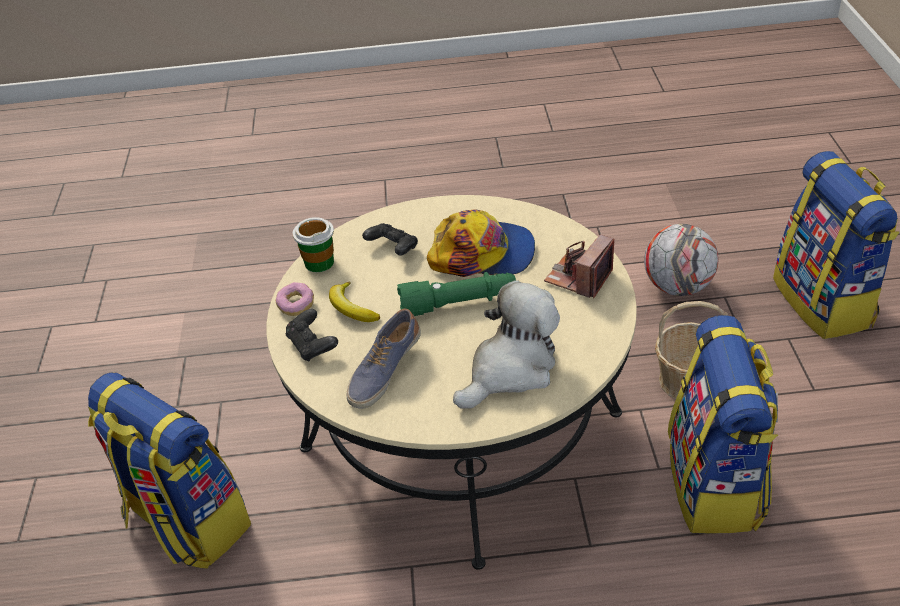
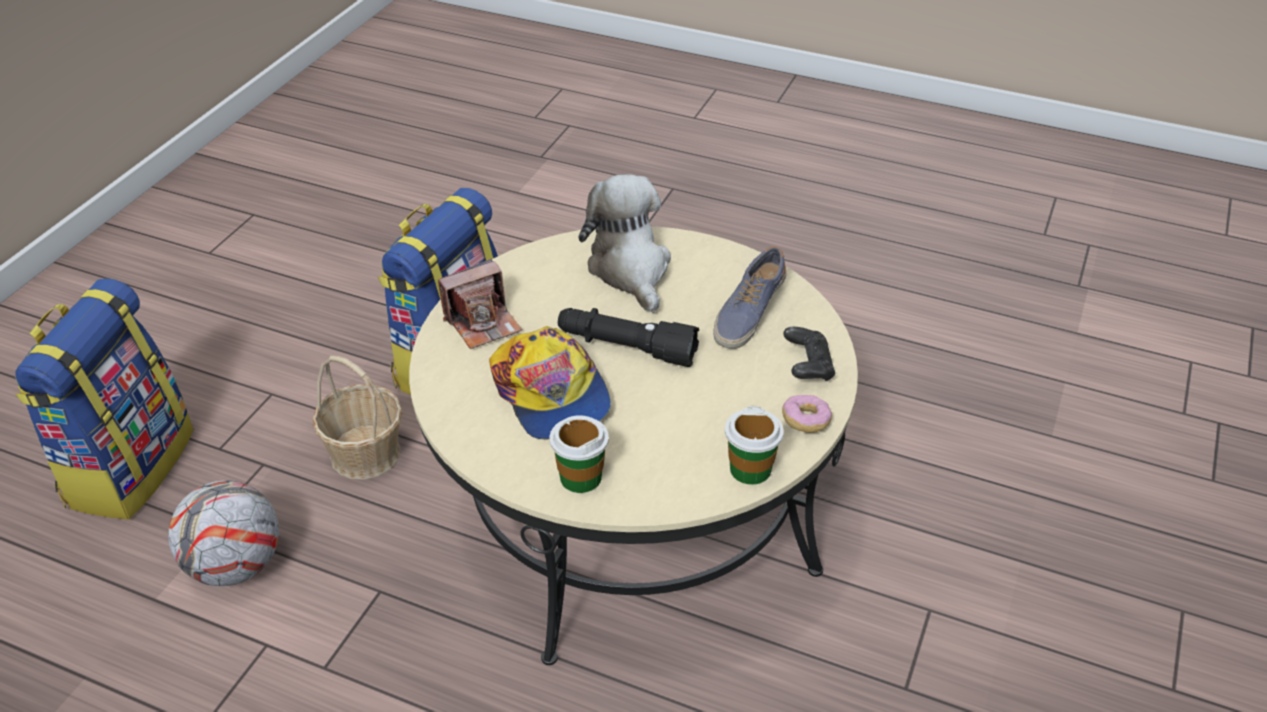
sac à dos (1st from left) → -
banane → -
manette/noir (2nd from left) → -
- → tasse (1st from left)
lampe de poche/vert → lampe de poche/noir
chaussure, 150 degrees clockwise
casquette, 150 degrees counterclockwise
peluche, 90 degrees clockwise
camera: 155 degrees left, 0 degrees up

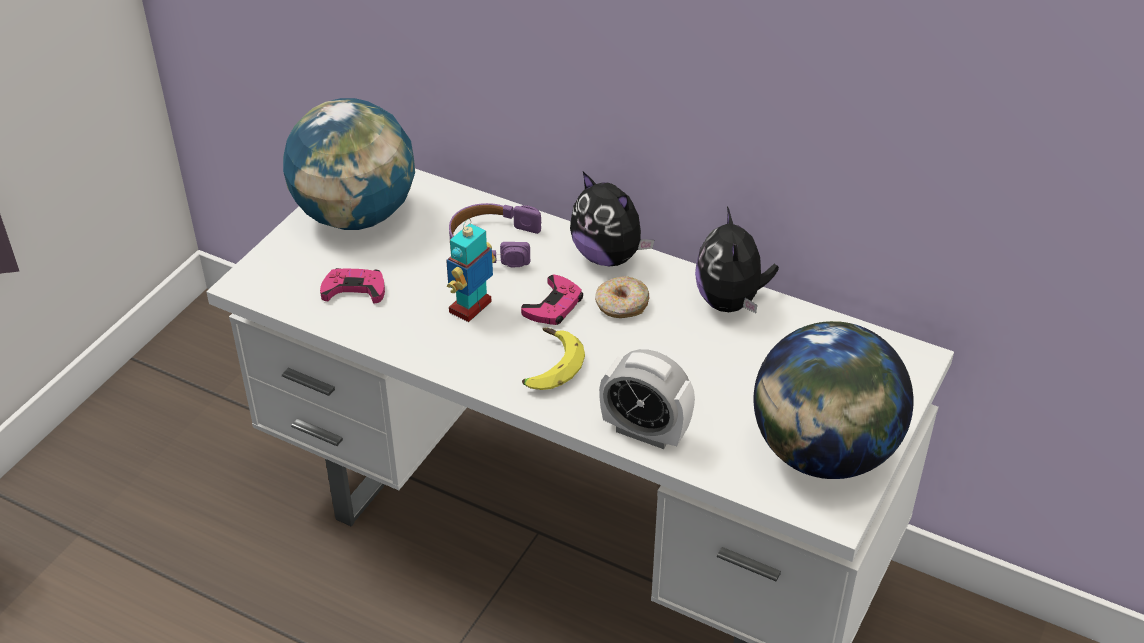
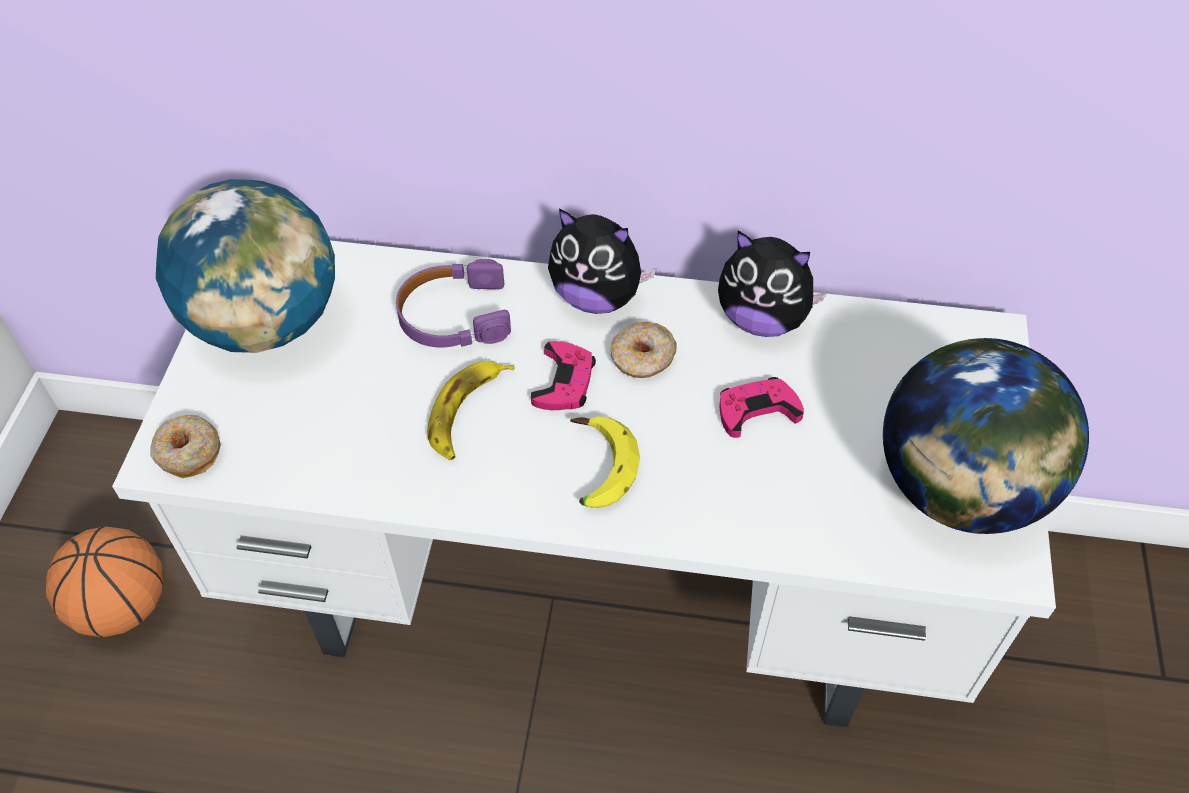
réveil → -
- → ballon de basket
- → beignet (1st from left)
manette/rose (1st from left in the first image) → manette/rose (2nd from left), moved
robot jouet → banane (1st from left)
peluche (2nd from left), 45 degrees counterclockwise
camera: 20 degrees left, 10 degrees up

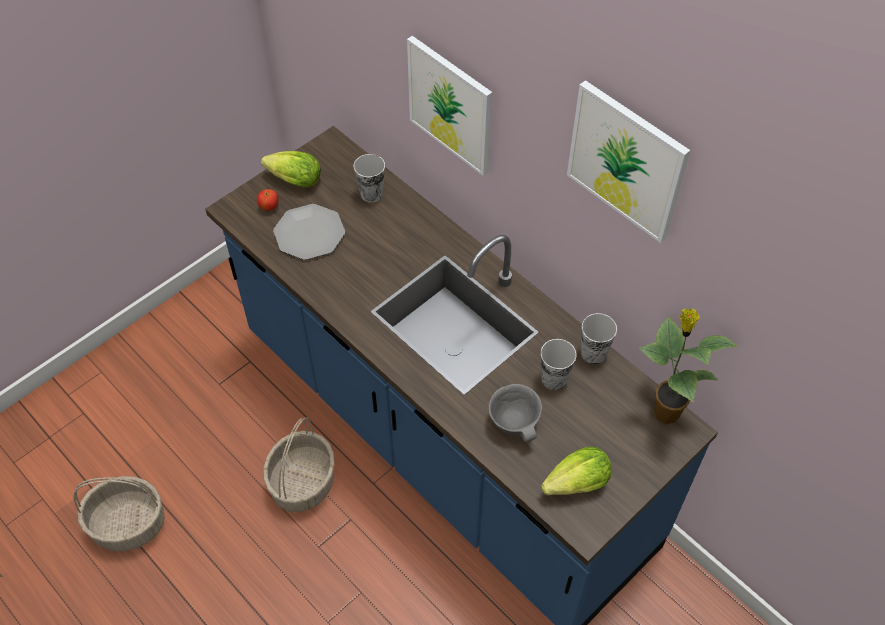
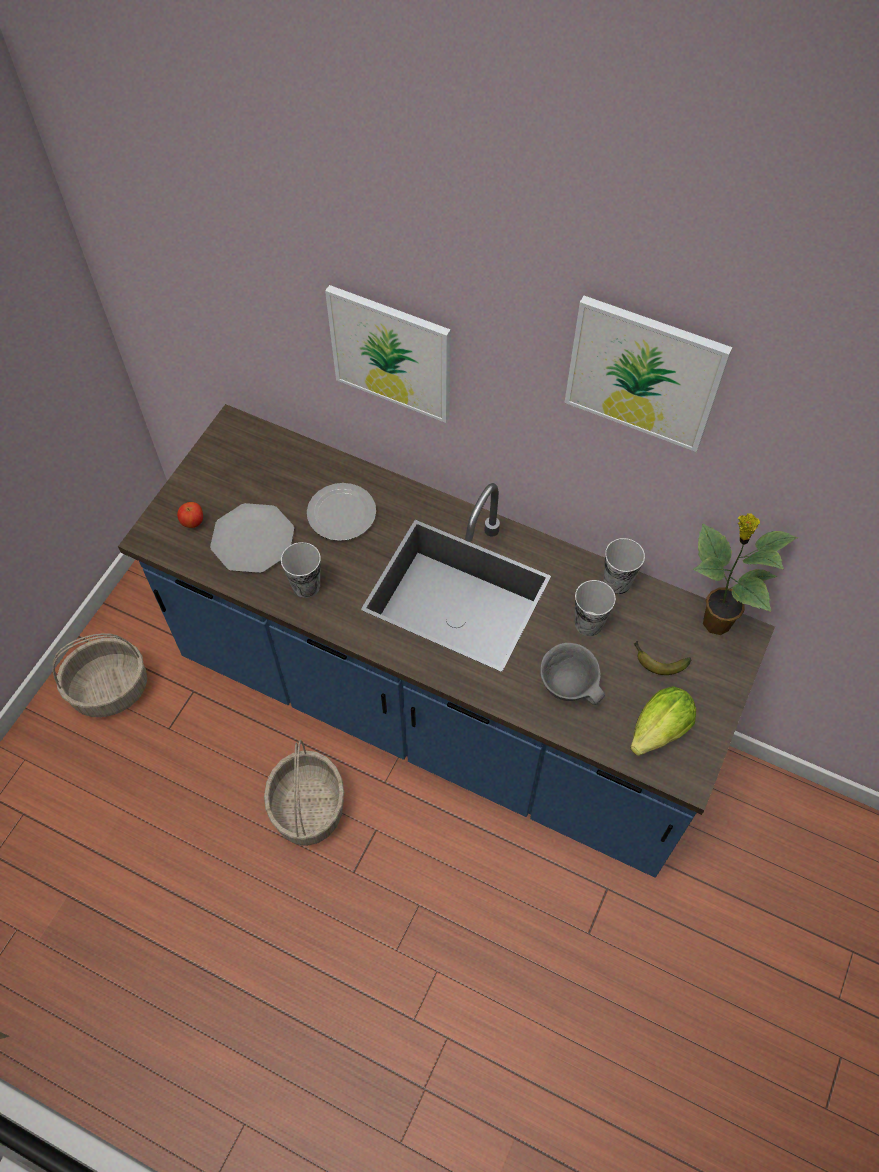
laitue (1st from left) → -
- → assiette (2nd from left)
- → banane
panier (1st from left), moved
tasse (1st from left), moved
camera: 20 degrees left, 5 degrees up

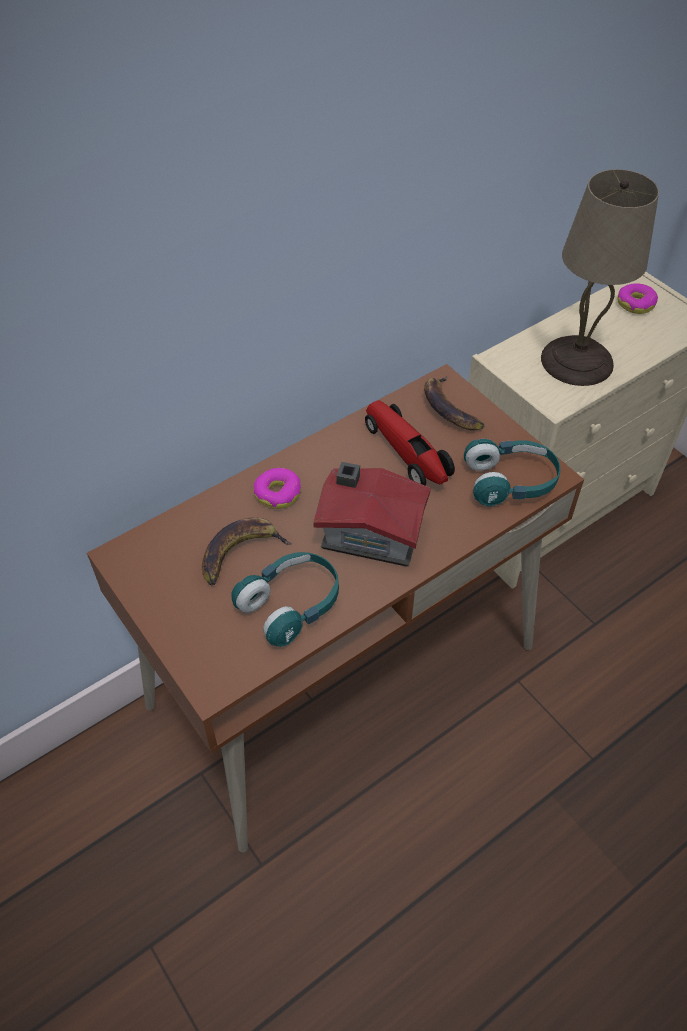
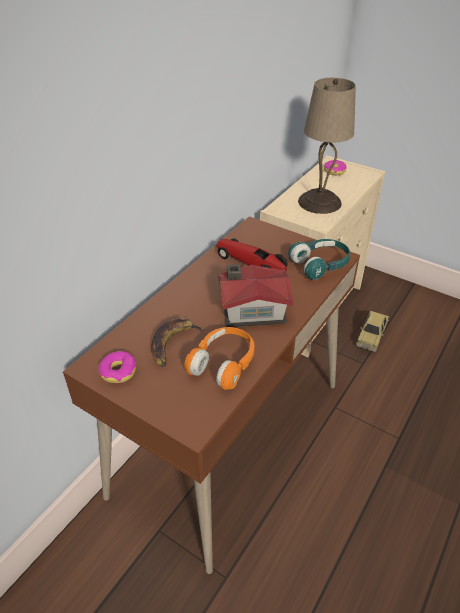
banane (2nd from left) → -
- → petite voiture (2nd from left)
beignet (1st from left), moved
casque audio/turquoise (1st from left) → casque audio/orange
camera: 20 degrees left, 10 degrees down

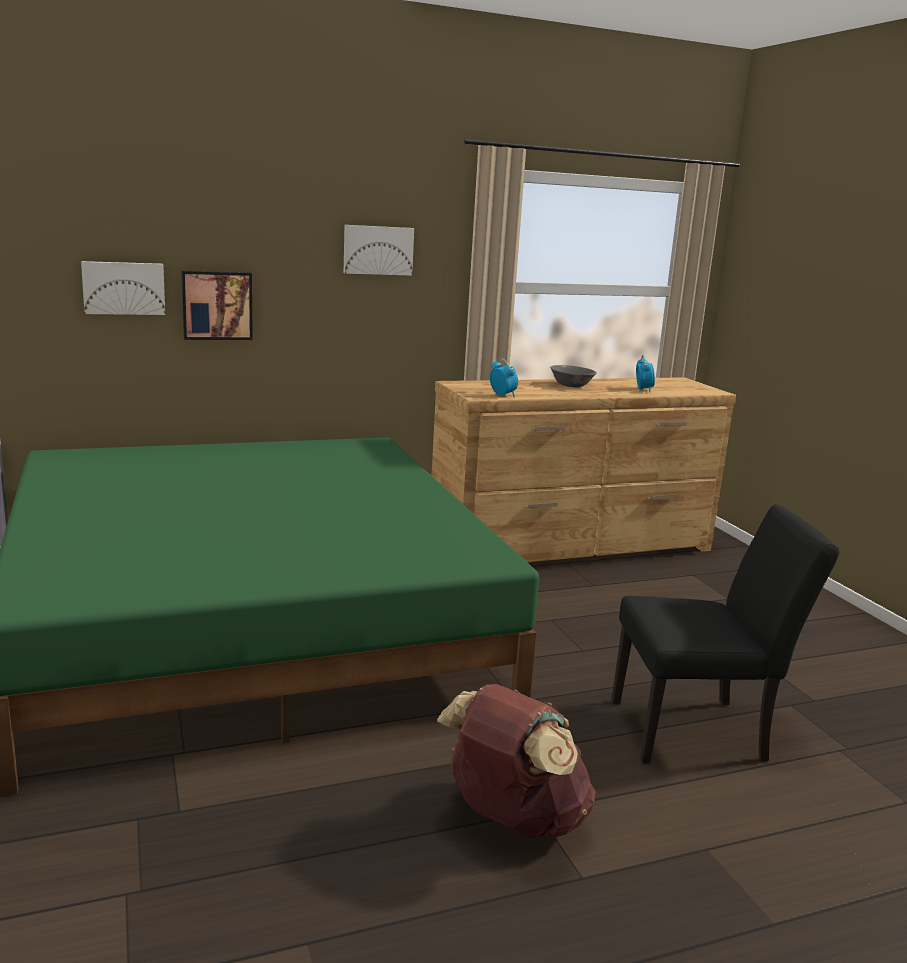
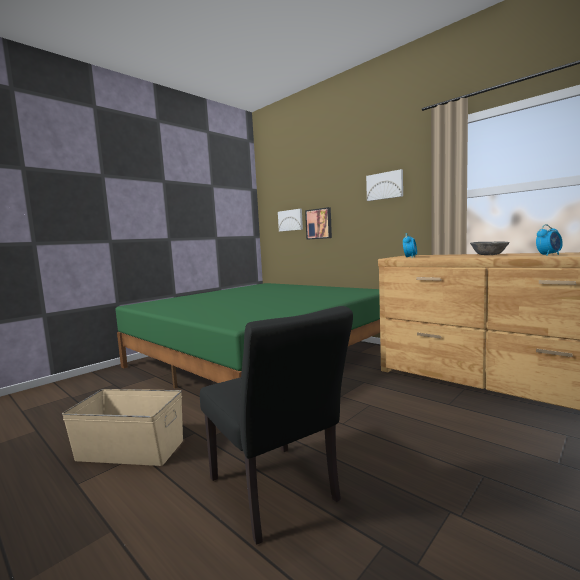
sac à dos/marron → boîte de rangement/beige
camera: 65 degrees right, 10 degrees down

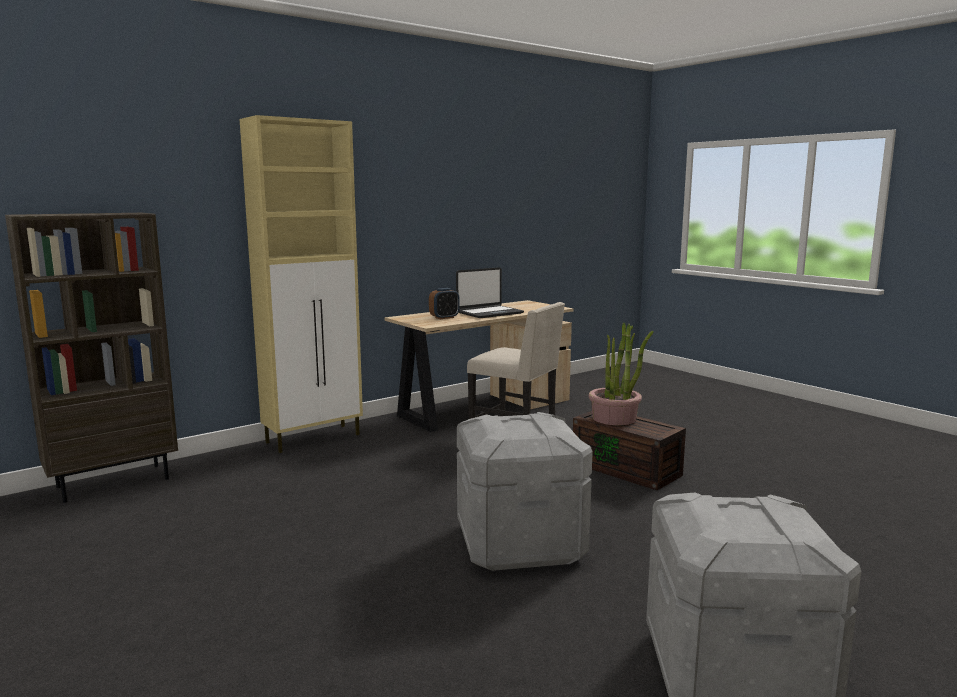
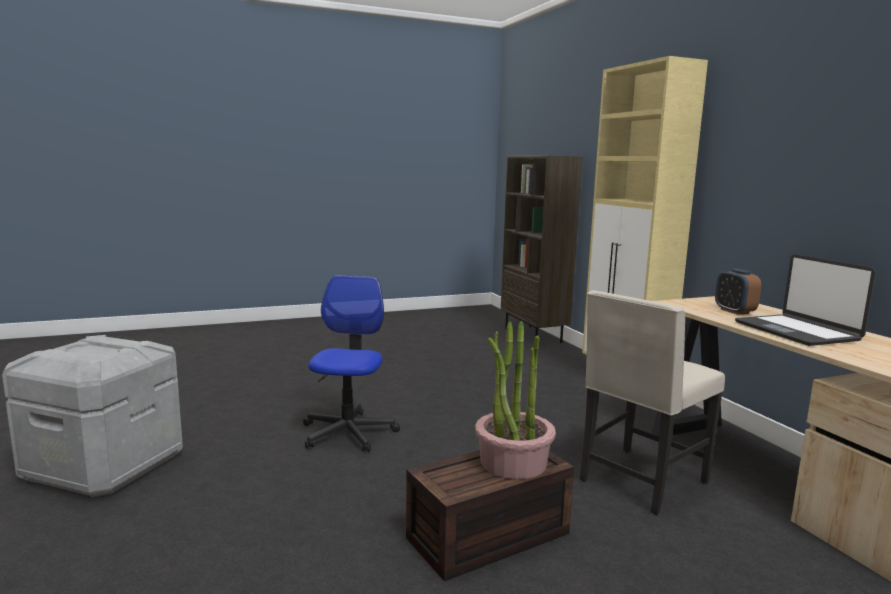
boîte de rangement/gris (1st from left) → chaise de bureau
camera: 105 degrees right, 0 degrees up

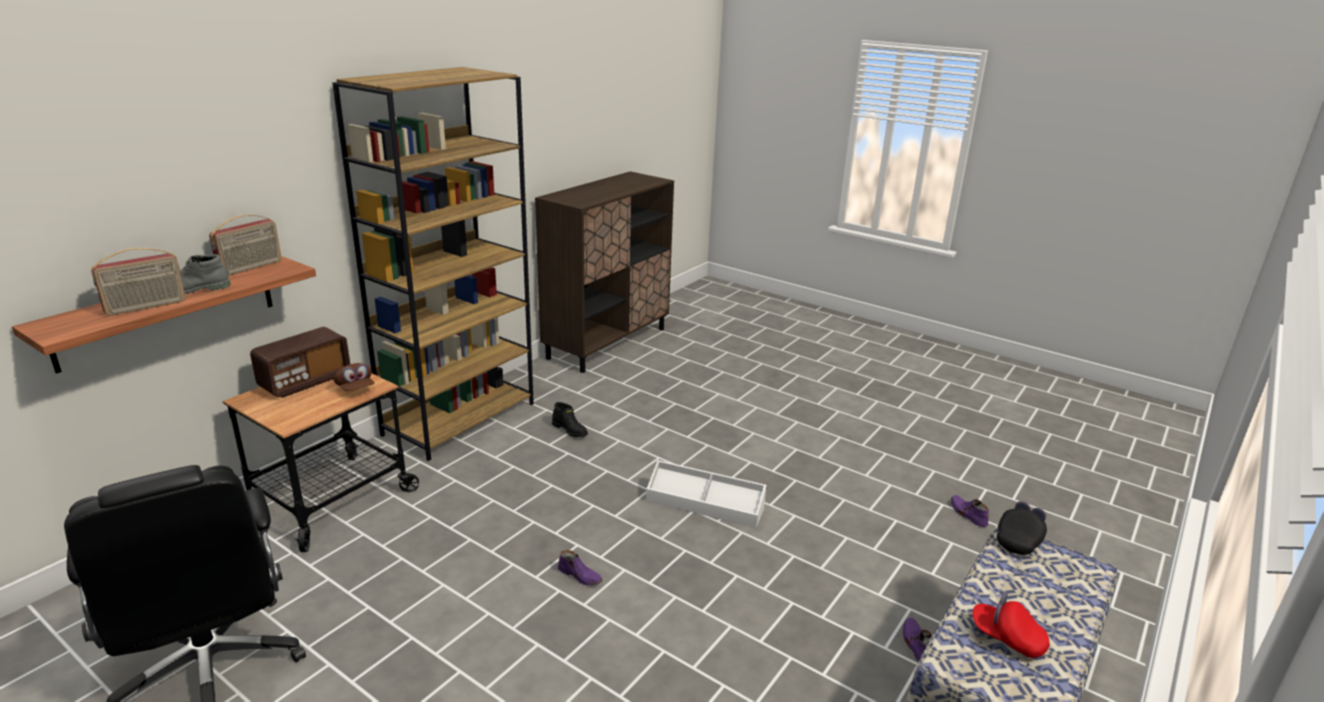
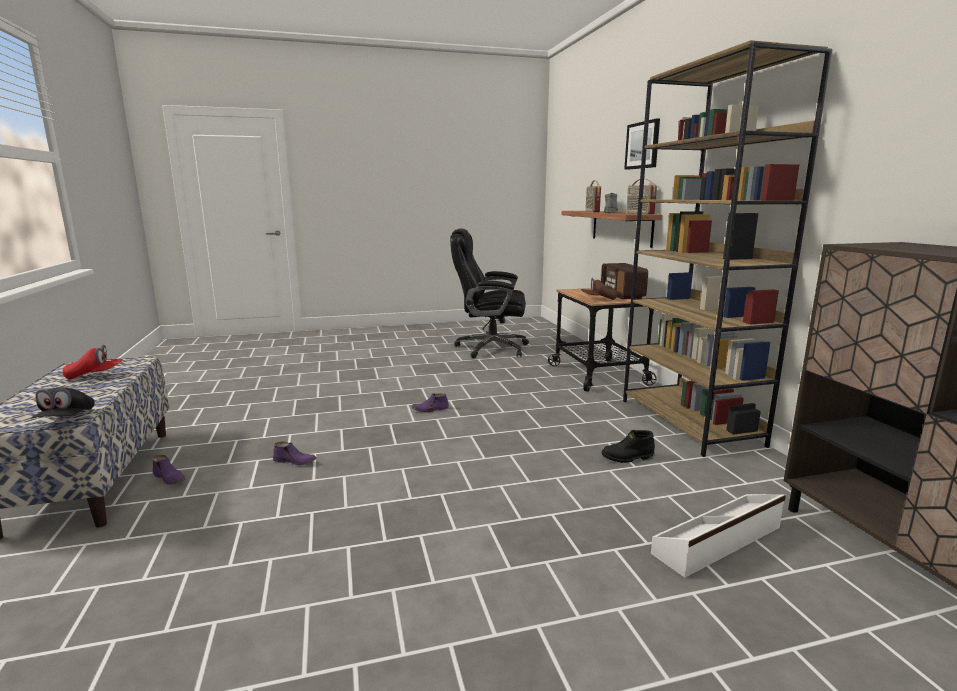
- → tableau
boîte de rangement/blanc, moved
chaussure/violet (3rd from left in the first image) → chaussure/violet (2nd from left), moved
camera: 130 degrees right, 10 degrees down

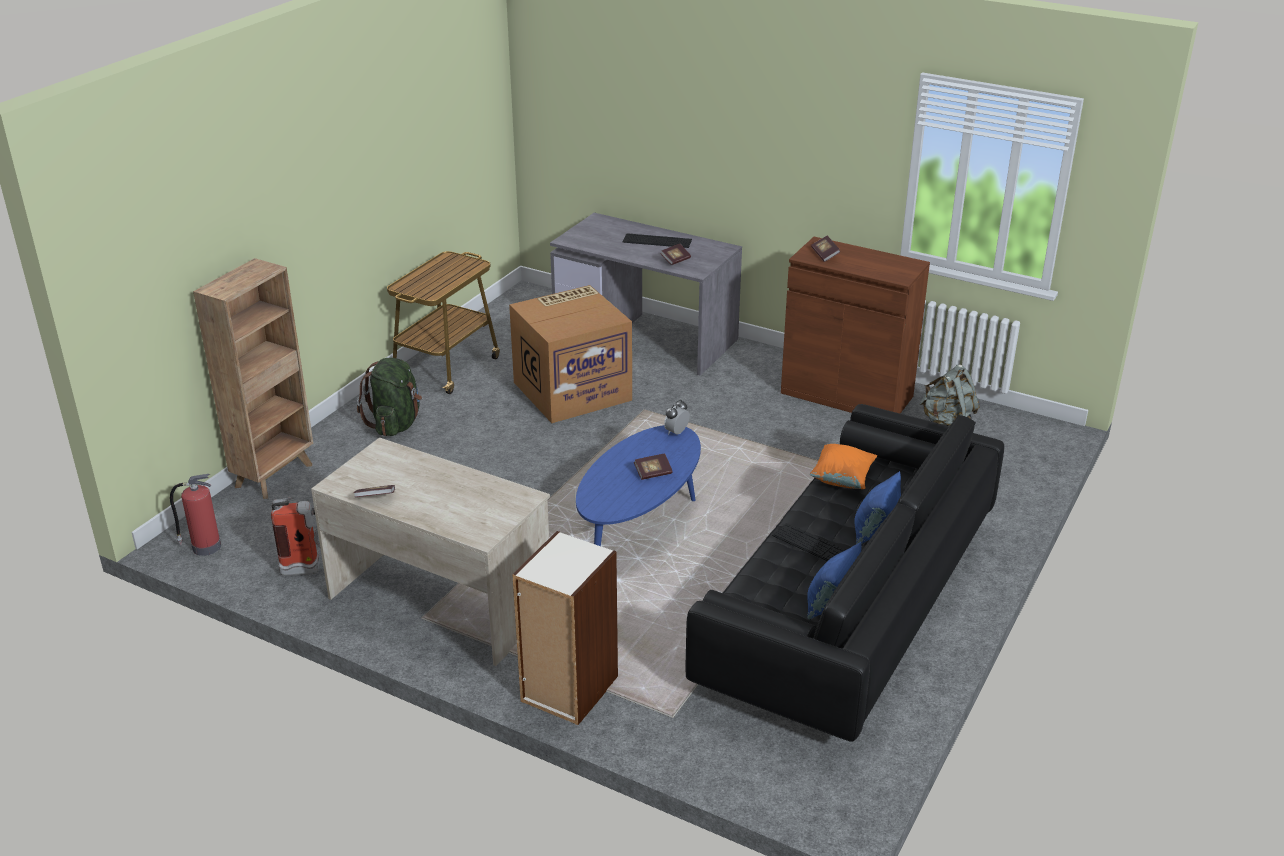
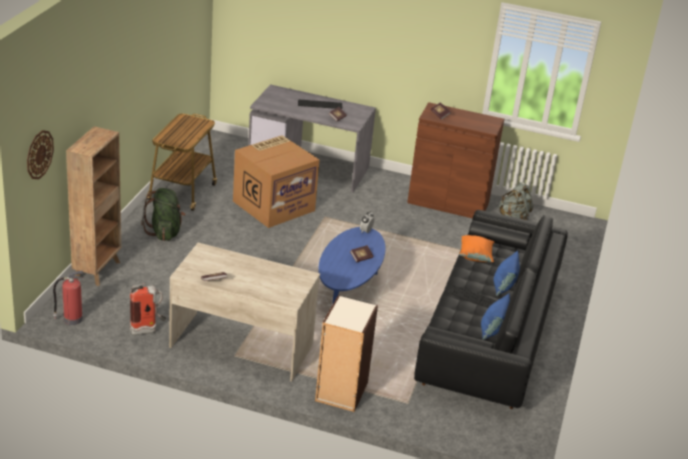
- → horloge murale
camera: 15 degrees left, 0 degrees up

